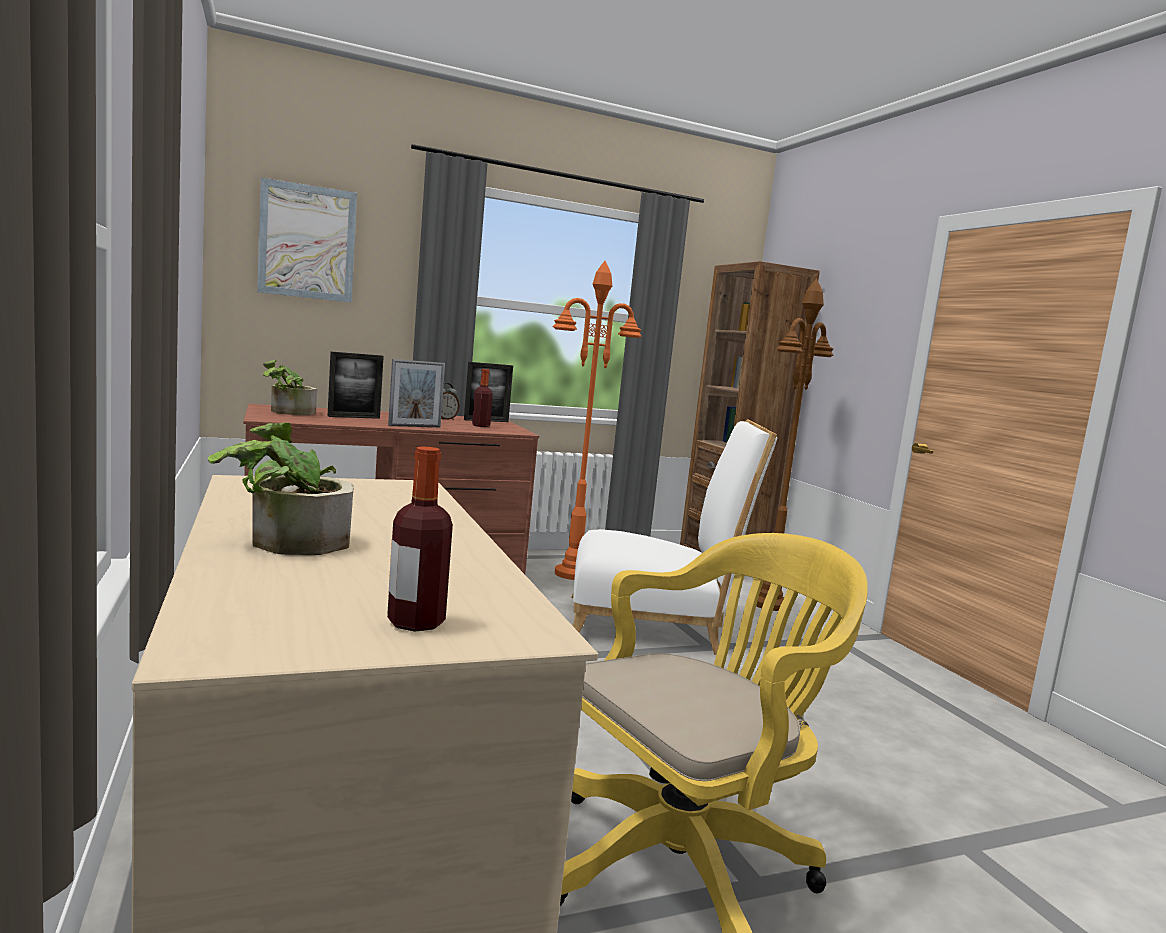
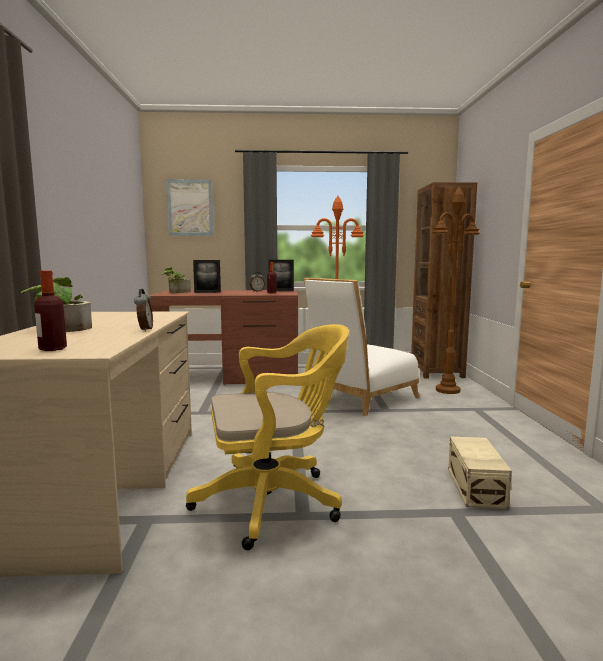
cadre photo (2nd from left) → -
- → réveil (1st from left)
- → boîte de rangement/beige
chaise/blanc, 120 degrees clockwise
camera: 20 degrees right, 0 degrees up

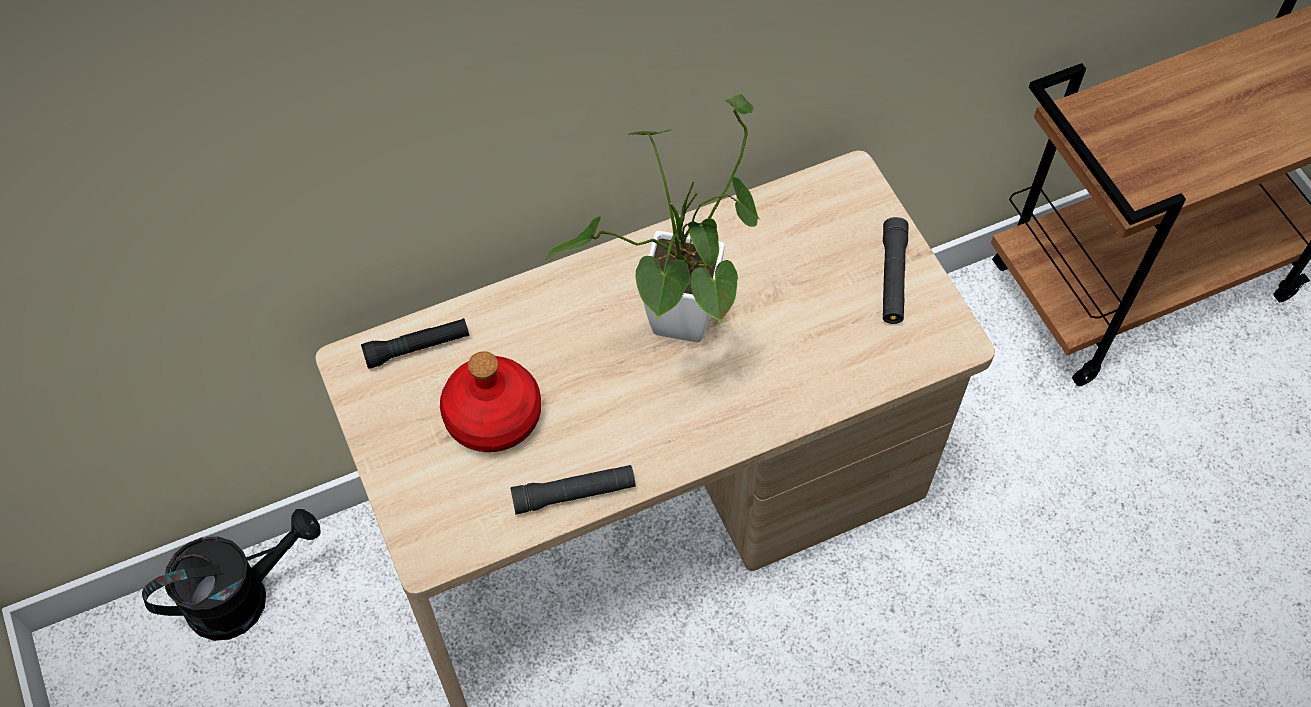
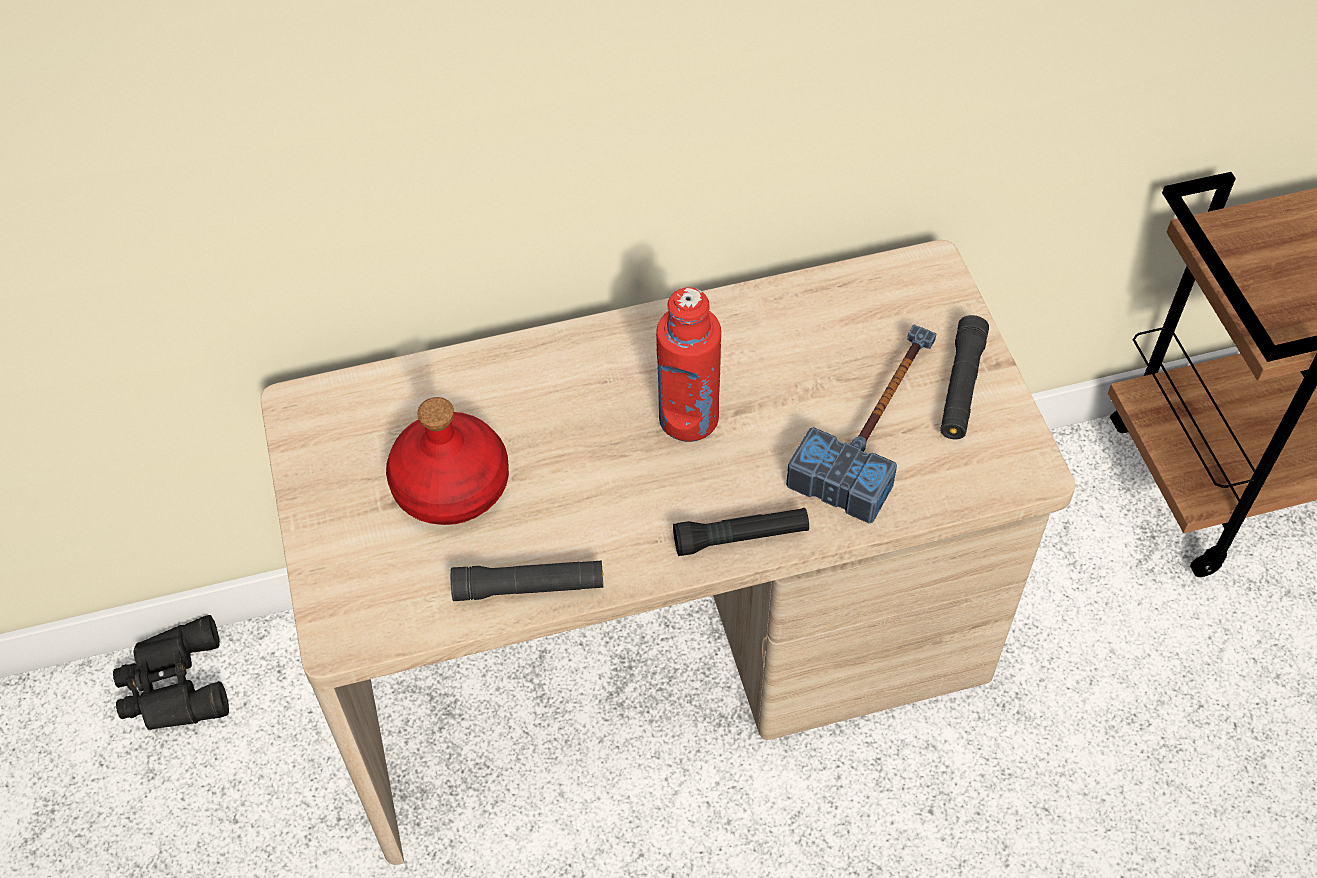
- → marteau
lampe de poche/noir (1st from left in the first image) → lampe de poche/noir (2nd from left), moved
arrosoir/noir → jumelles/noir
plante en pot → bouteille/rouge (2nd from left)
camera: 10 degrees right, 5 degrees down

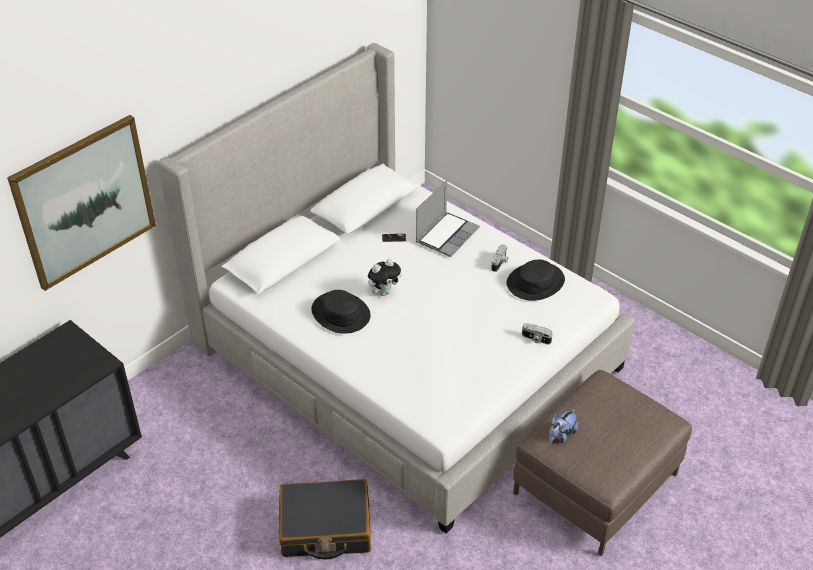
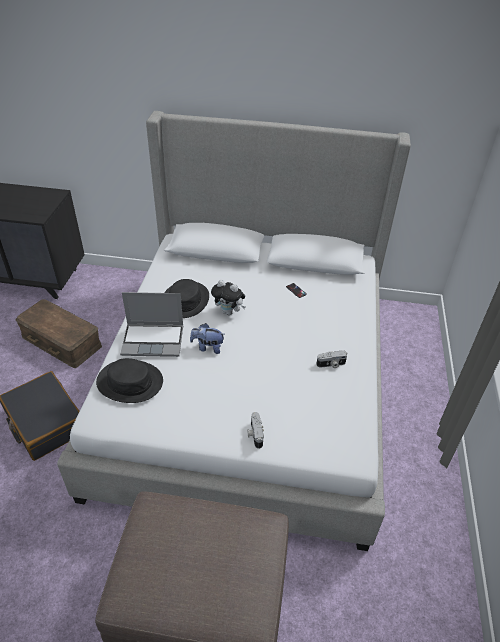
tableau → -
- → boîte de rangement/marron
ordinateur portable, moved
chapeau/noir (2nd from left in the first image) → chapeau/noir (1st from left), moved
peluche (2nd from left in the first image) → peluche (1st from left), moved
camera: 55 degrees right, 0 degrees up

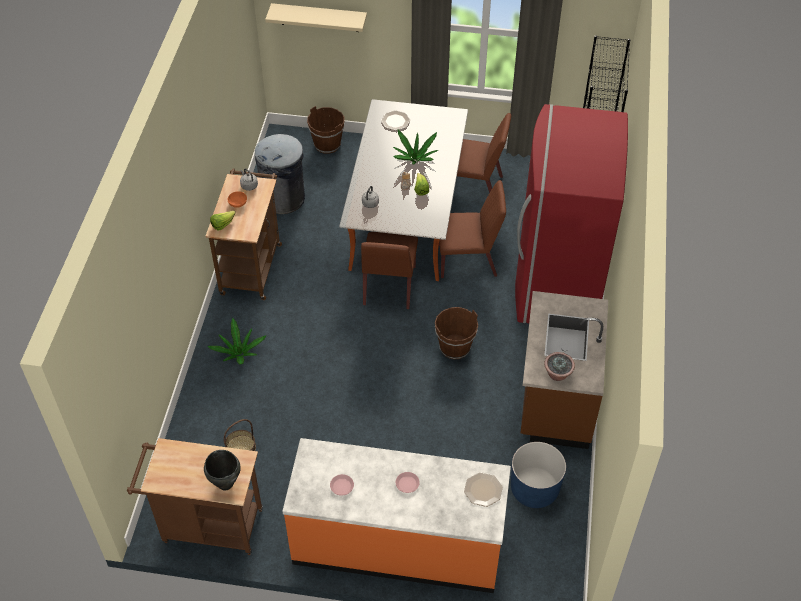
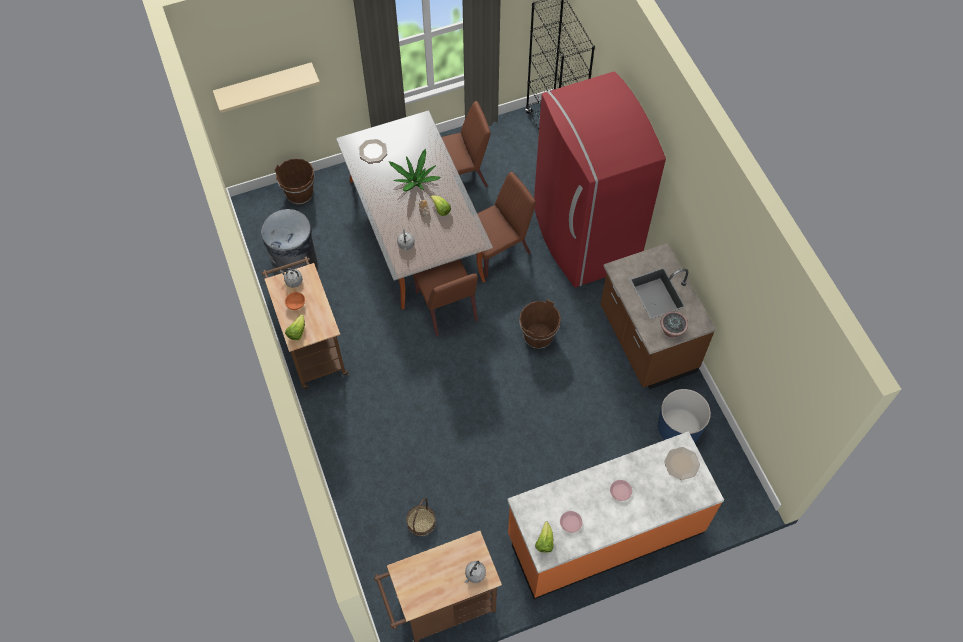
plante en pot (1st from left) → -
- → laitue (3rd from left)
marmite/noir → bouilloire/gris (3rd from left)
camera: 30 degrees left, 10 degrees up

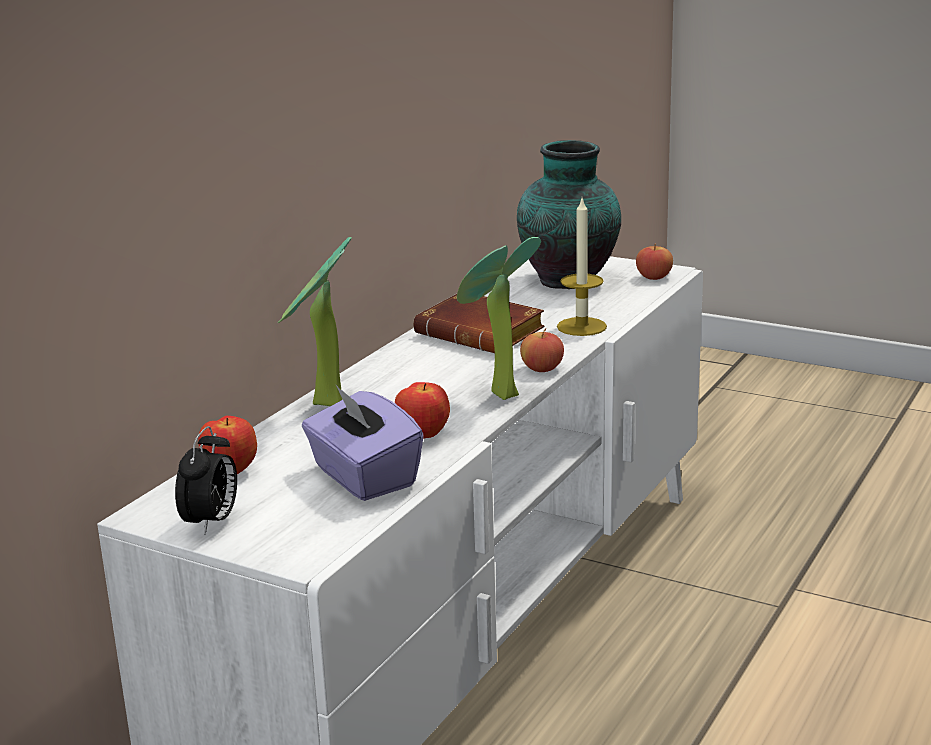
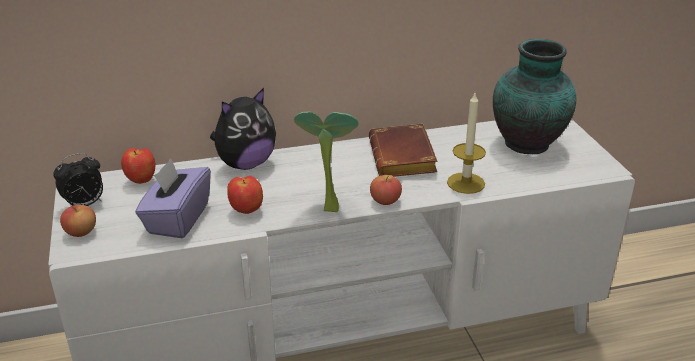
pomme (4th from left in the first image) → pomme (1st from left), moved
plante en pot (1st from left) → peluche
camera: 45 degrees right, 10 degrees up

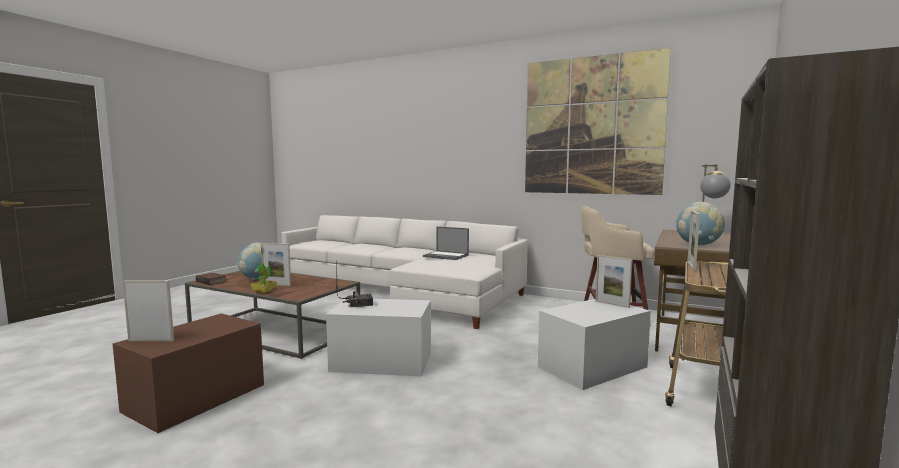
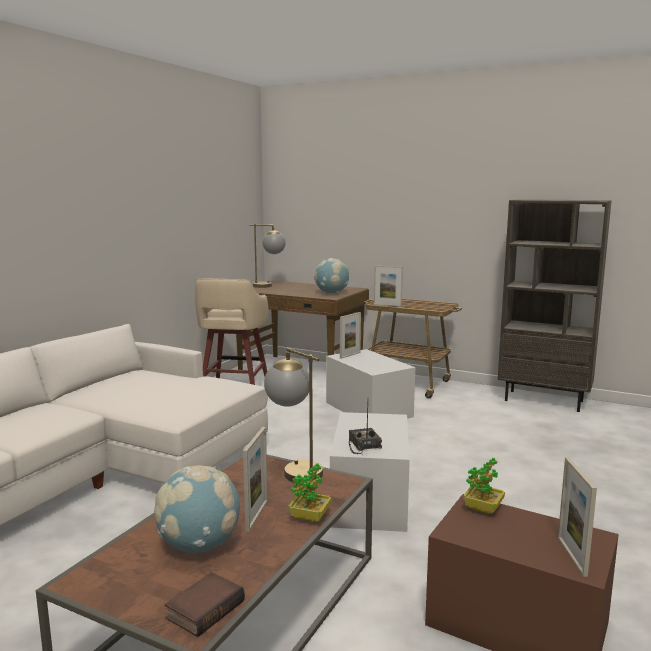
ordinateur portable → -
tableau → -
- → lampe de table (2nd from left)
- → plante en pot (2nd from left)
camera: 90 degrees left, 5 degrees up

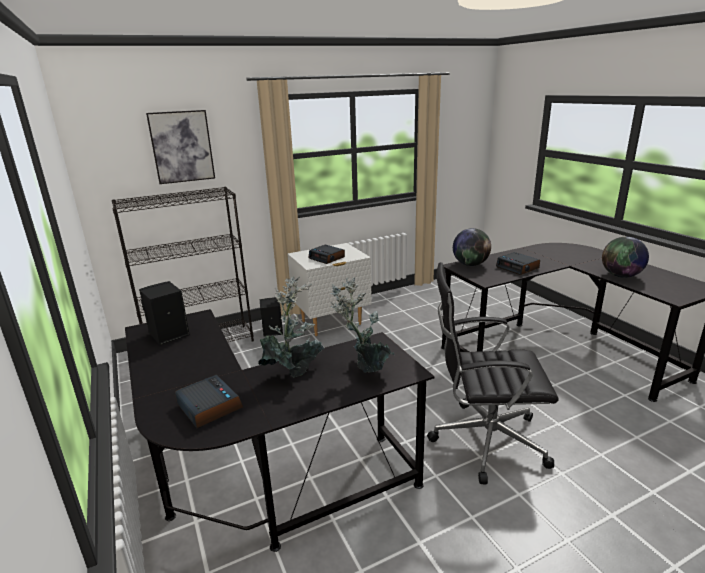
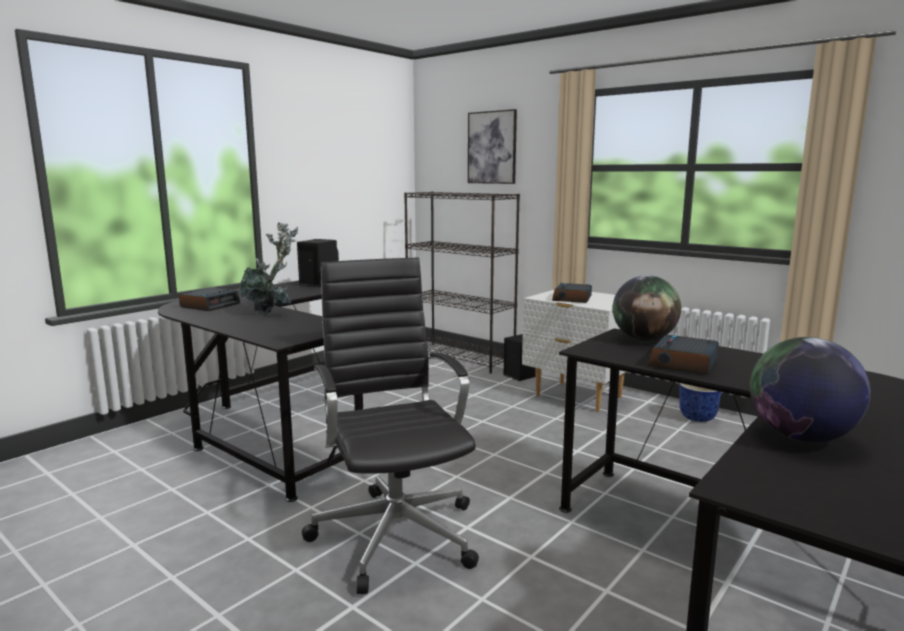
plante en pot (2nd from left) → -
- → cache-pot
camera: 65 degrees right, 10 degrees down

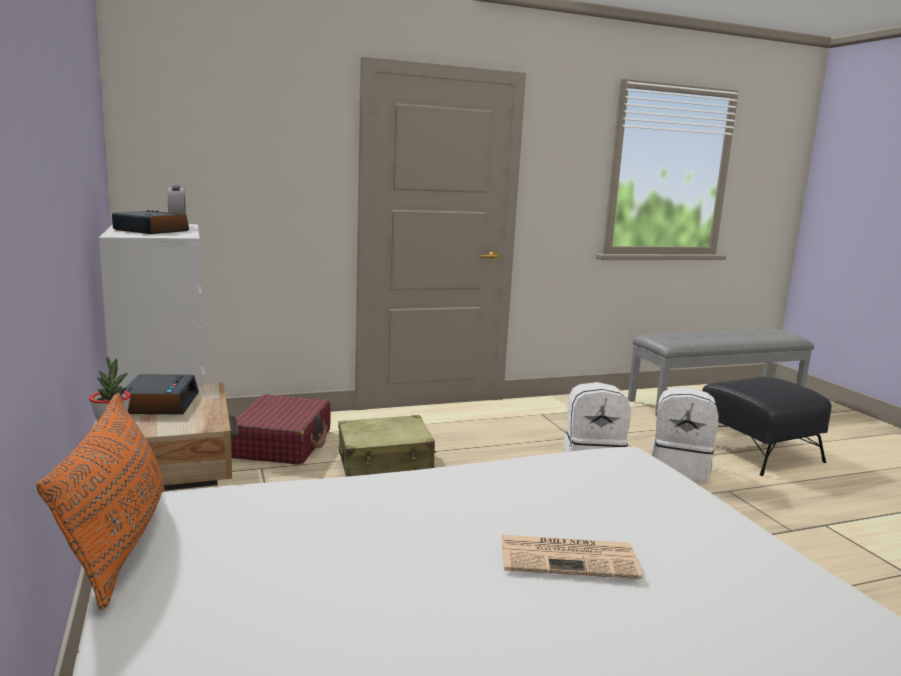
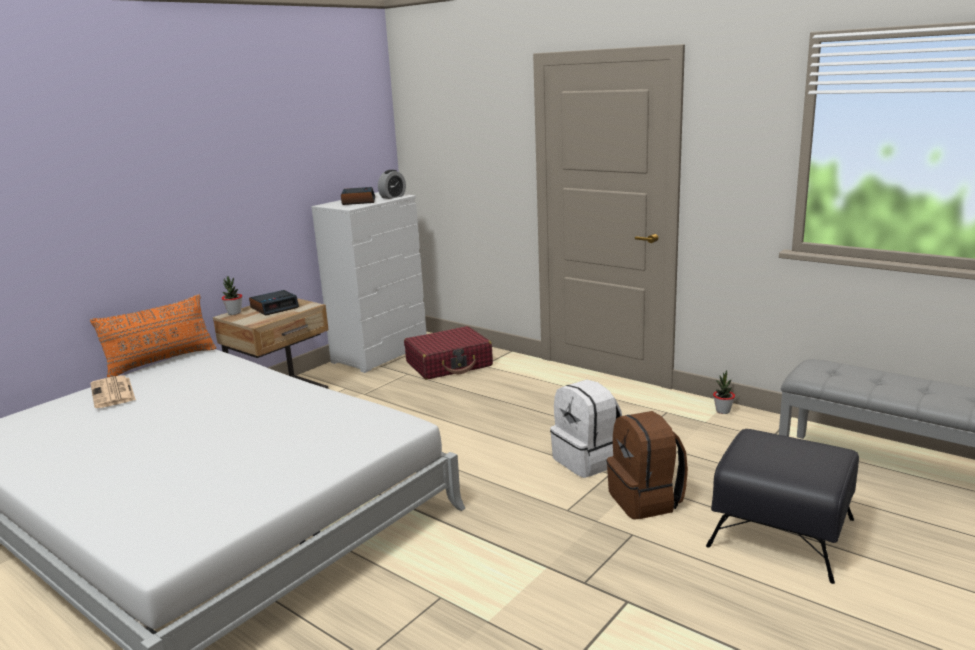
valise/beige → -
- → plante en pot (2nd from left)
journal, moved
sac à dos/blanc (2nd from left) → sac à dos/marron
camera: 60 degrees right, 5 degrees up

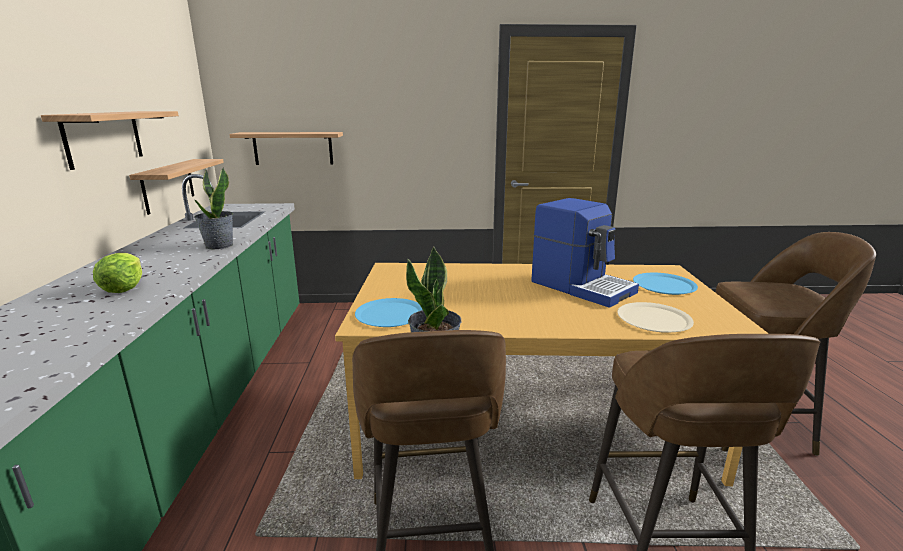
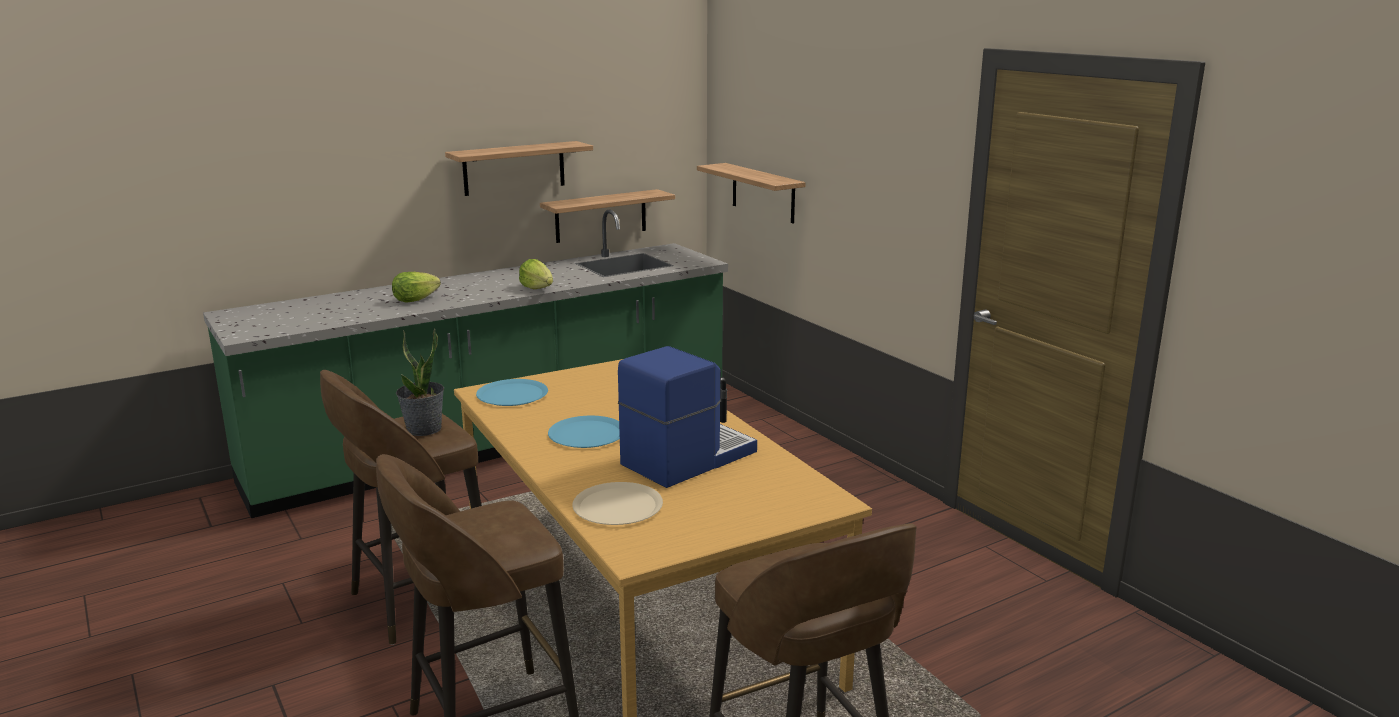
assiette/bleu (2nd from left), moved
plante en pot (1st from left) → laitue (2nd from left)
machine à café, 150 degrees counterclockwise
camera: 60 degrees right, 0 degrees up

